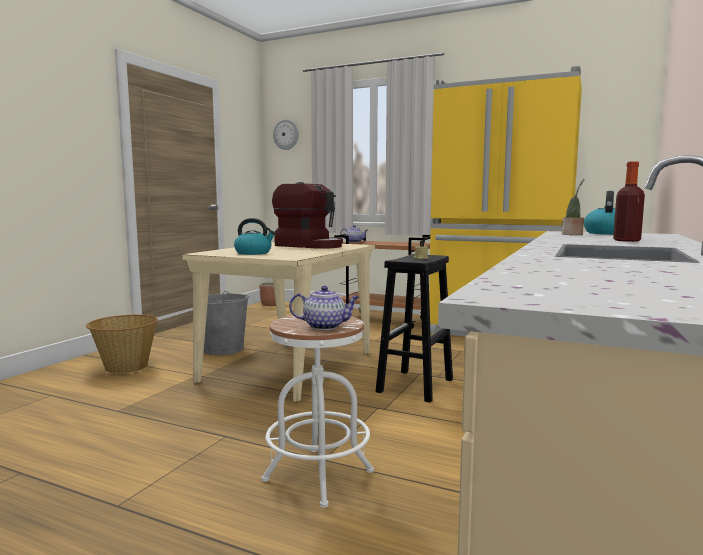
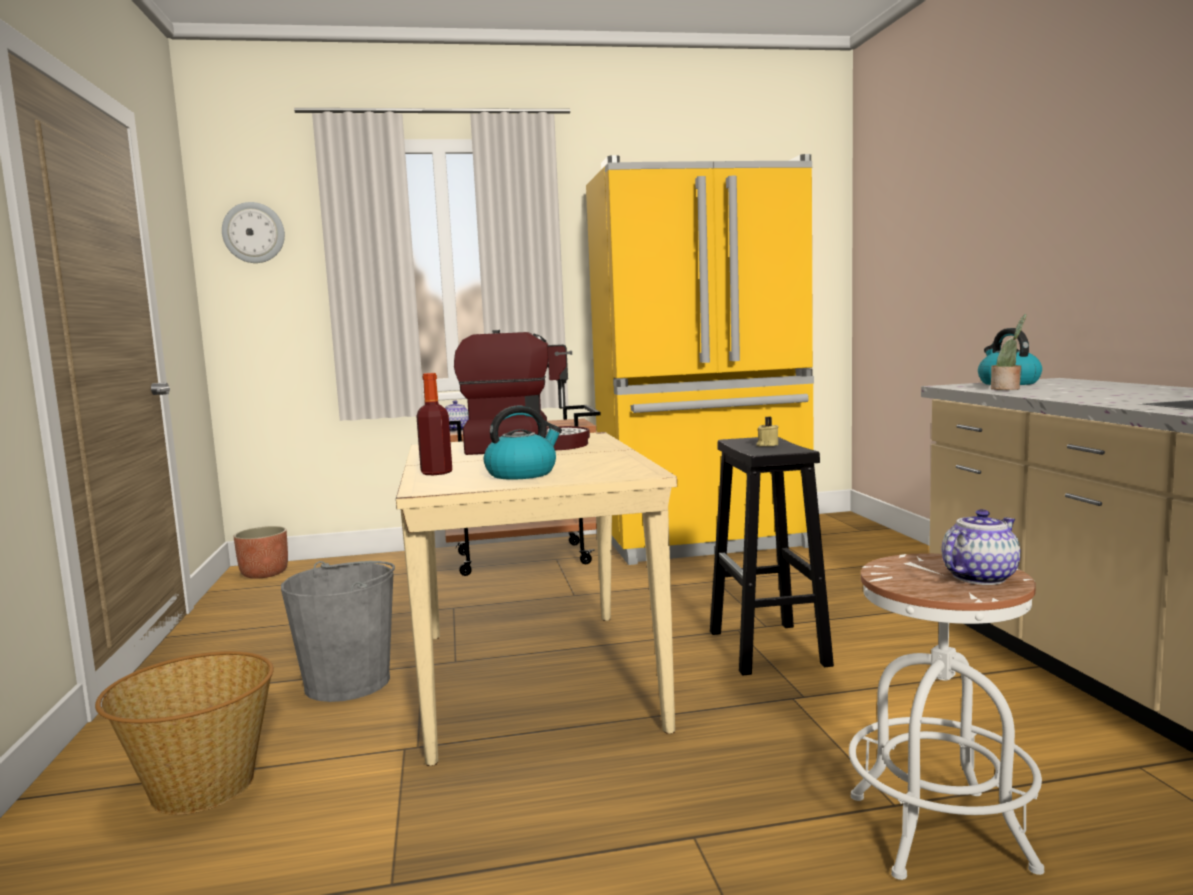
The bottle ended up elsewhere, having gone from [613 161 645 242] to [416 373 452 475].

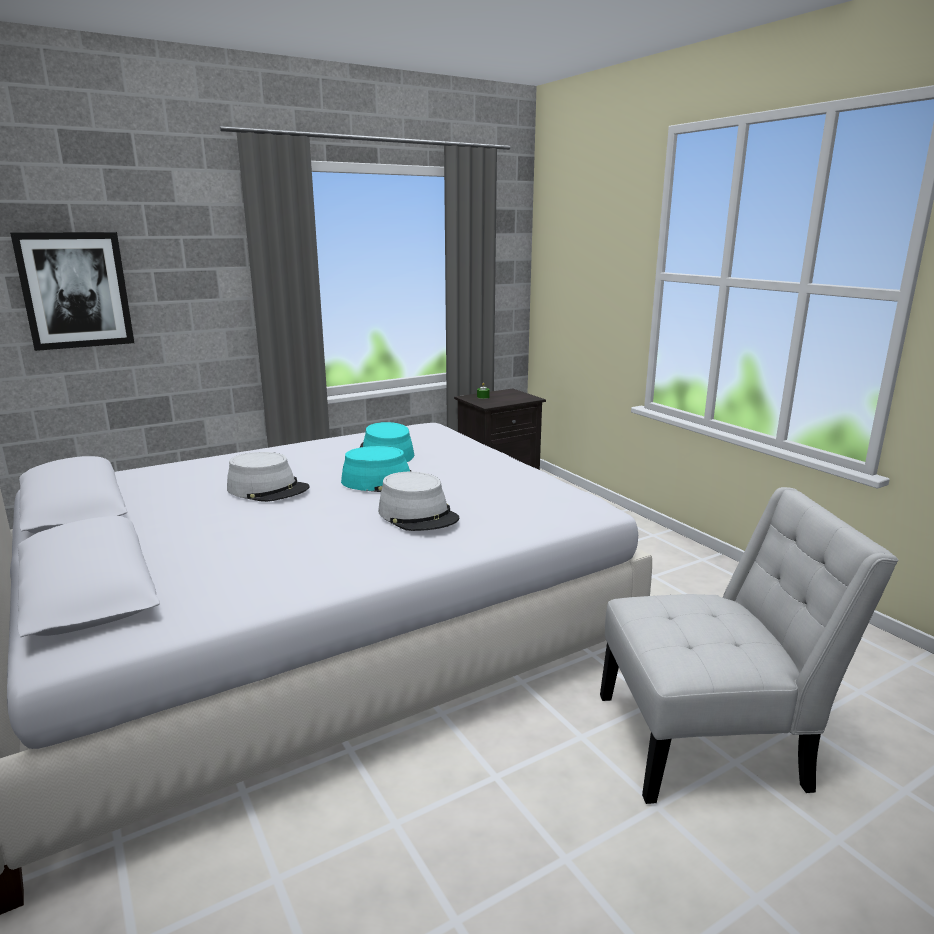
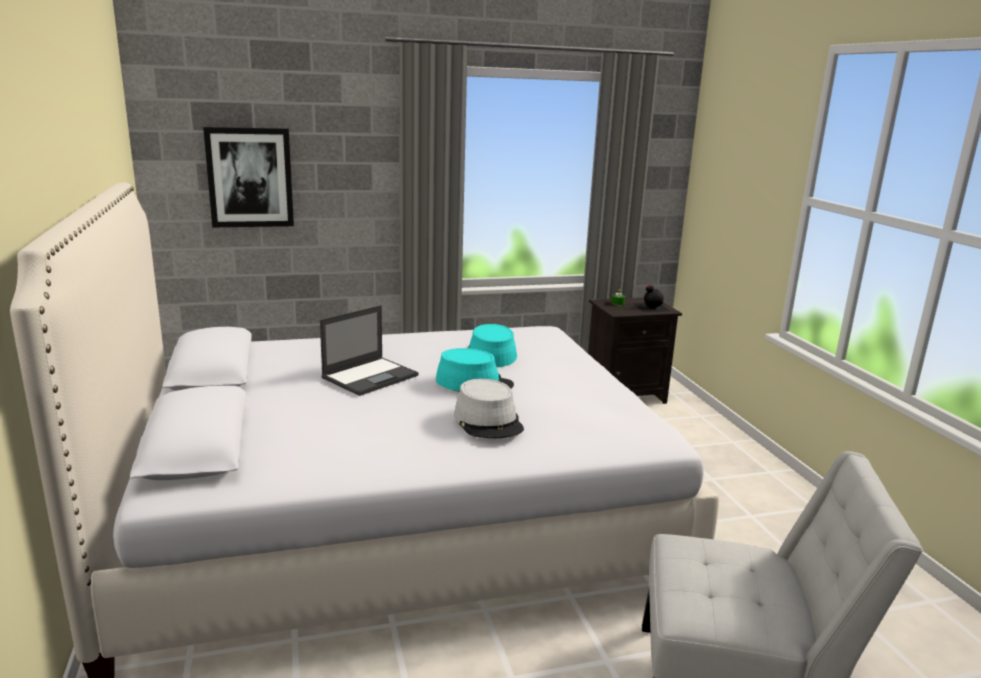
Where the grey hat stood at [227 452 310 502], the laptop came to stand at [320 305 419 396]. The second view gained the black bottle at [632 285 671 312].

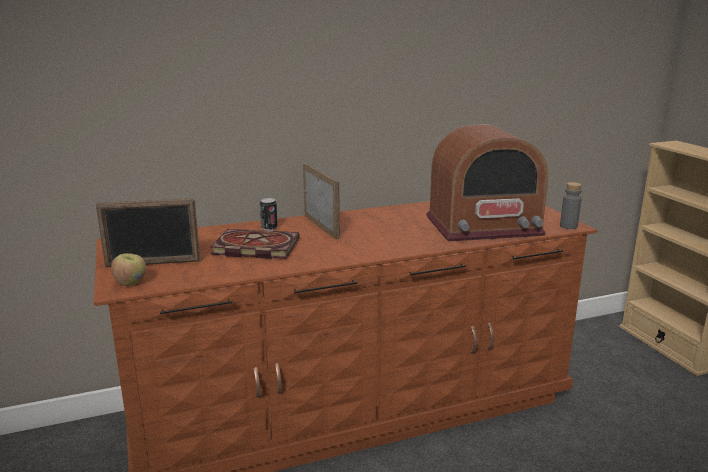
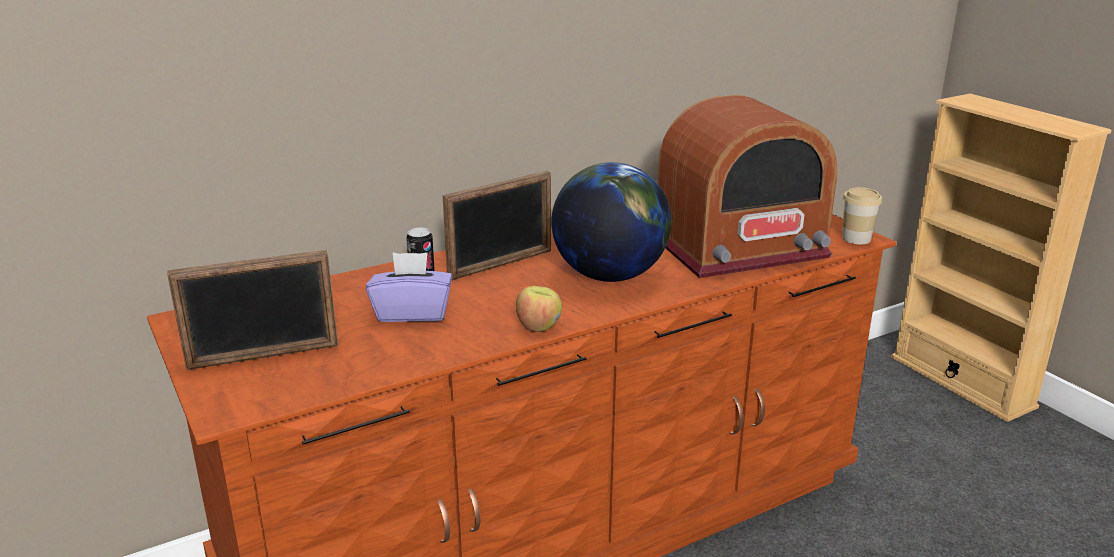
The apple ended up elsewhere, having gone from [111 253 146 286] to [516 286 562 332]. Where the book stood at [210 229 299 259], the purple tissue box came to stand at [366 252 452 322]. The picture frame at [303 163 340 239] ended up facing another way, 90 degrees clockwise from before. Where the grey bottle stood at [560 182 582 229], the cup came to stand at [842 187 882 244]. The second view gained the globe at [551 162 671 282].

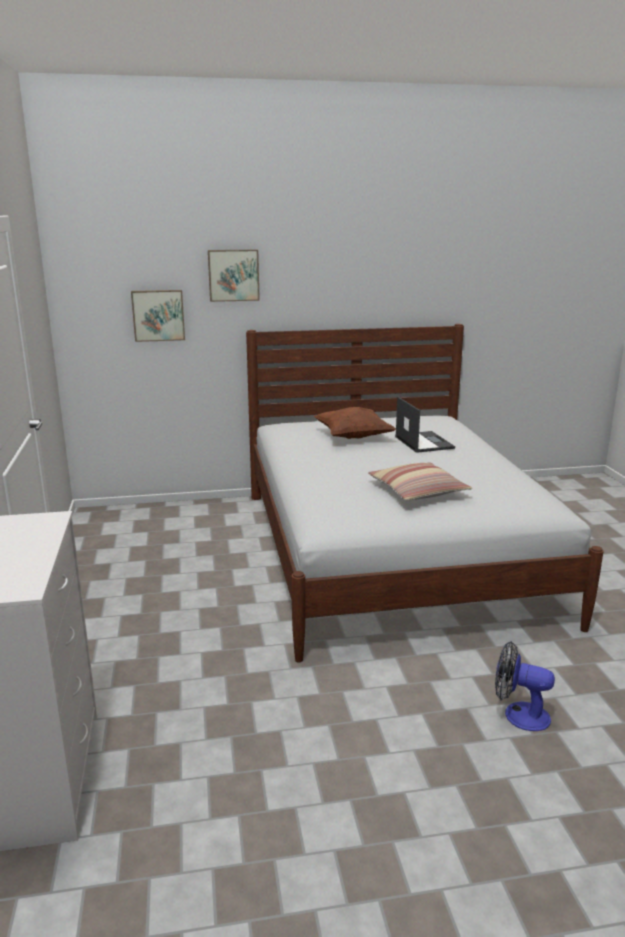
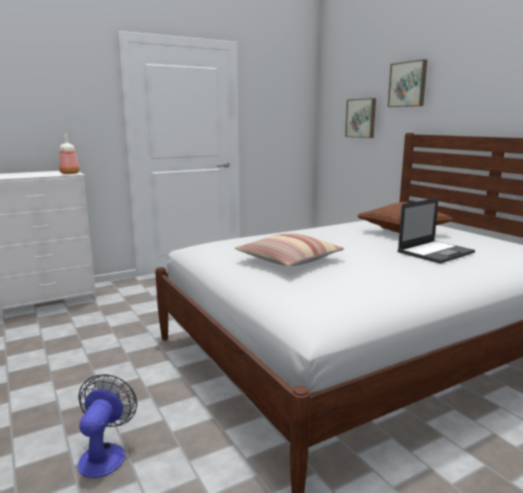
The second view gained the bottle at [59 134 80 174].

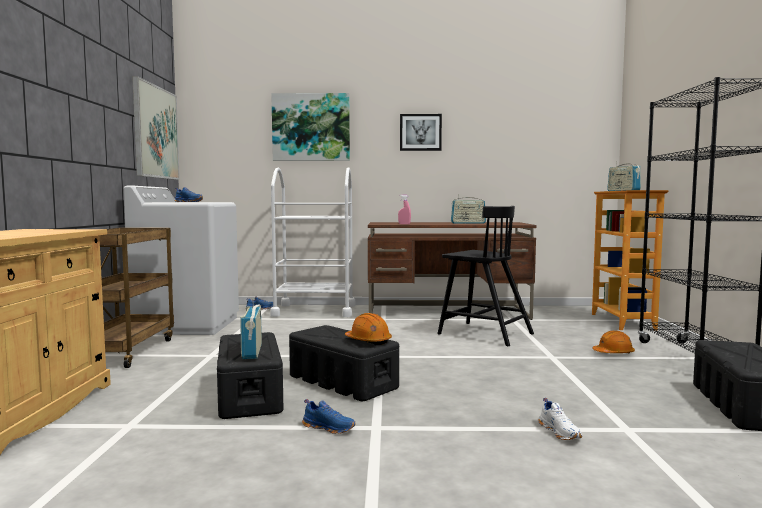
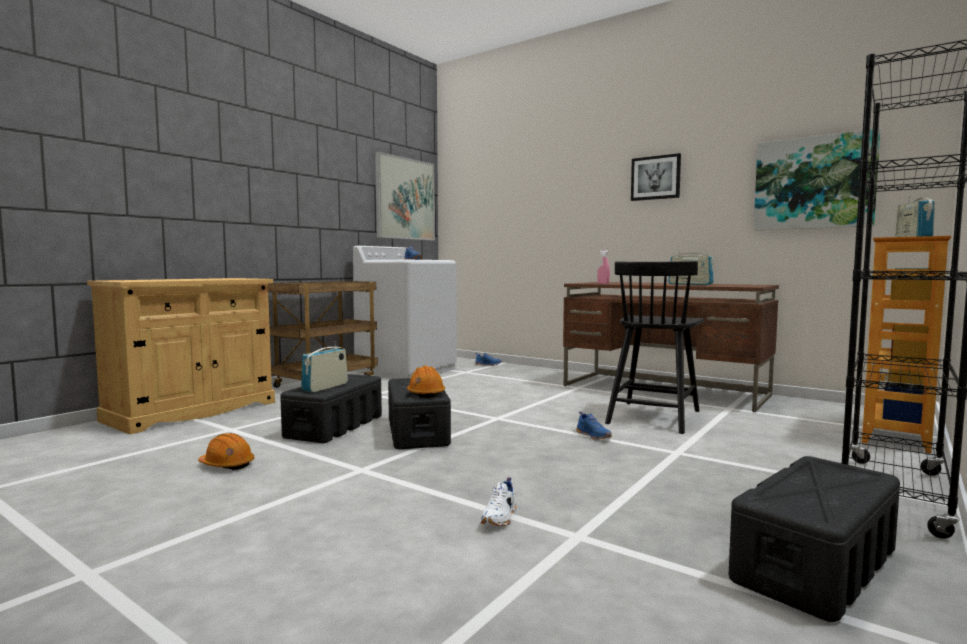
The second view lost the white cart at [270 167 355 317]. The picture ended up elsewhere, having gone from [271 93 350 161] to [754 129 881 230]. The blue shoe ended up elsewhere, having gone from [302 399 356 434] to [576 411 612 440]. The black chair at [437 206 534 346] ended up facing another way, 45 degrees clockwise from before. The orange hard hat ended up elsewhere, having gone from [592 331 635 354] to [198 433 254 470].

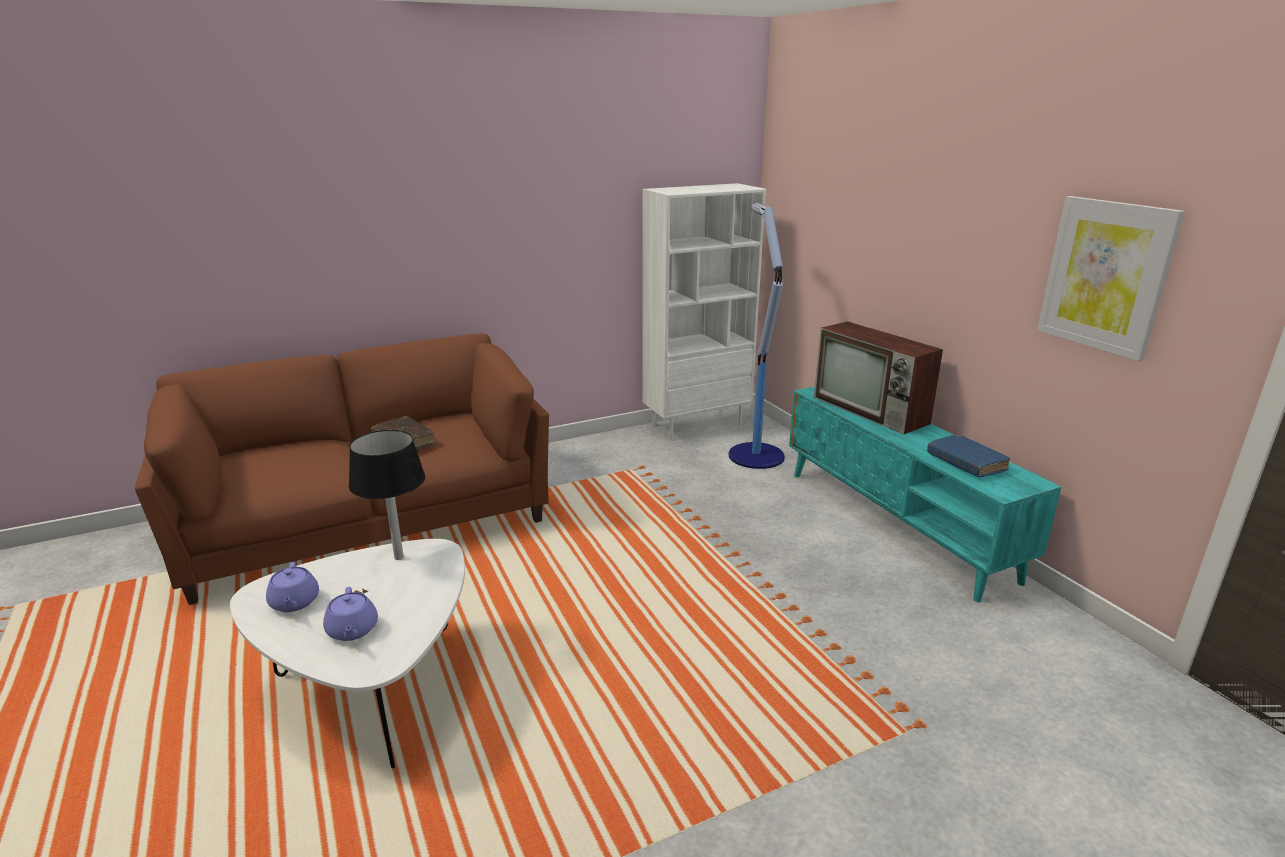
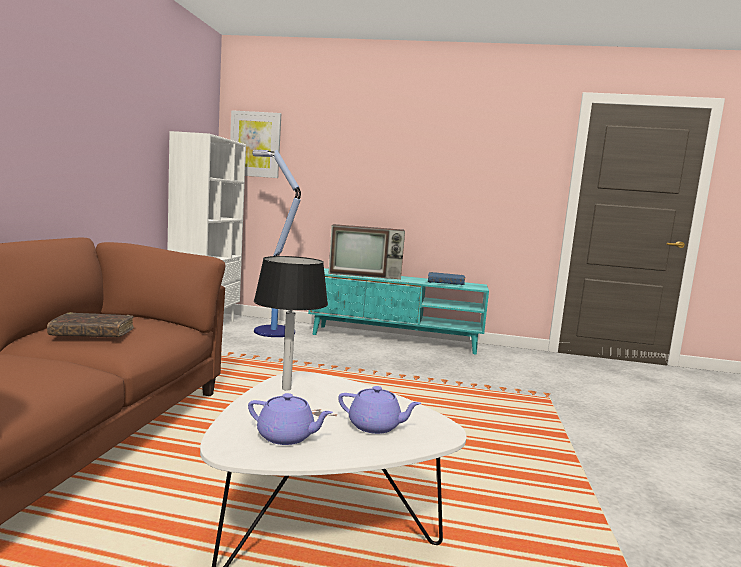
The picture ended up elsewhere, having gone from [1037 196 1185 361] to [230 110 281 178].

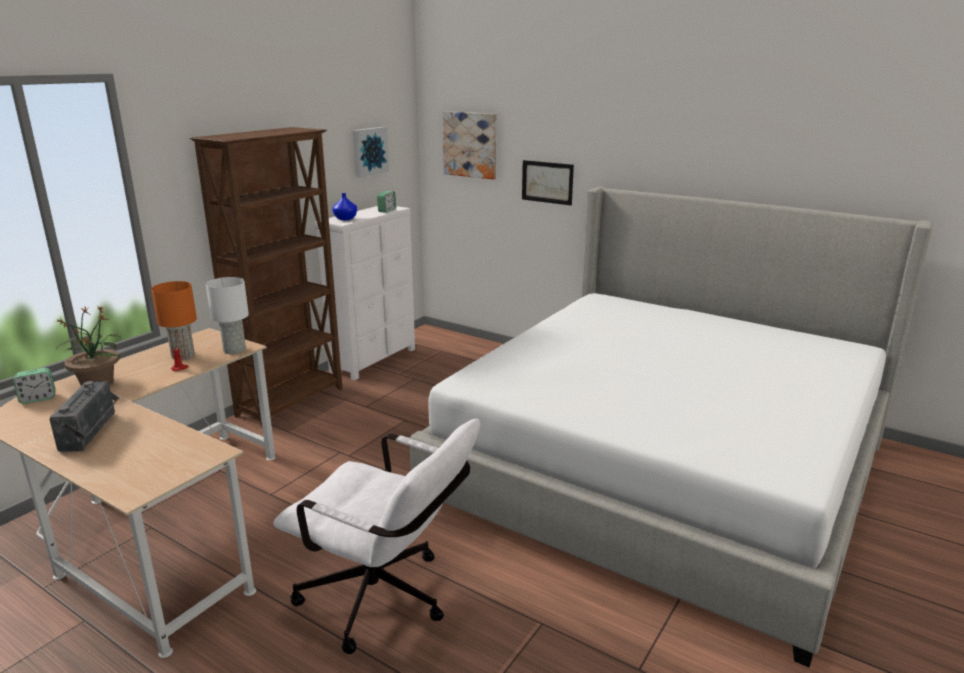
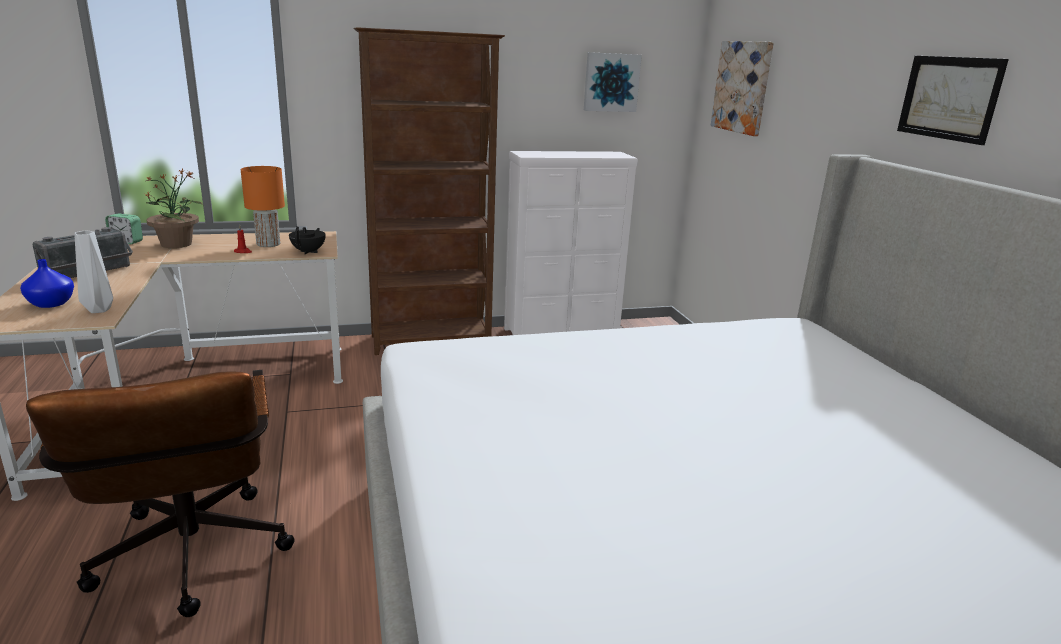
Where the white table lamp stood at [206 277 249 354], the black teapot came to stand at [289 226 326 254]. What was the white office chair at [273 419 480 654] turned into the brown office chair at [26 370 294 617]. The blue vase ended up elsewhere, having gone from [332 193 357 220] to [20 259 74 308]. The second view lost the alarm clock at [377 191 396 213]. The picture ended up elsewhere, having gone from [522 160 574 205] to [897 56 1009 145]. The second view gained the white vase at [74 230 113 313].

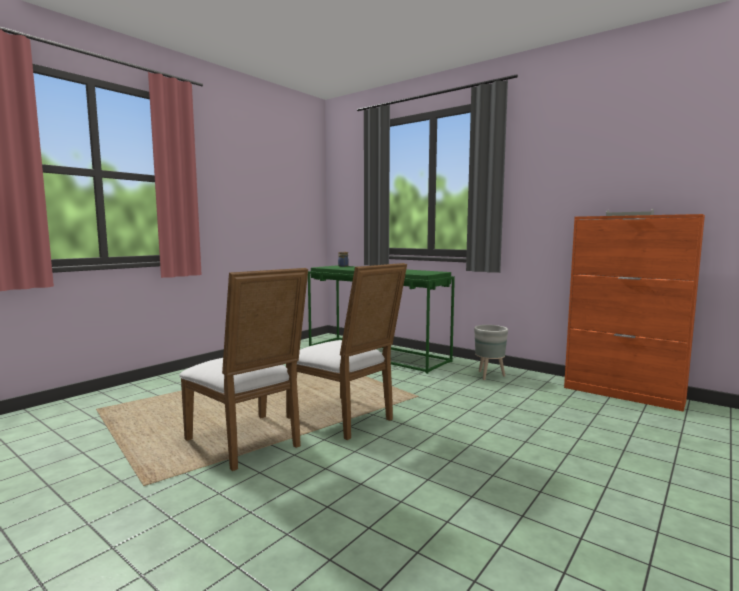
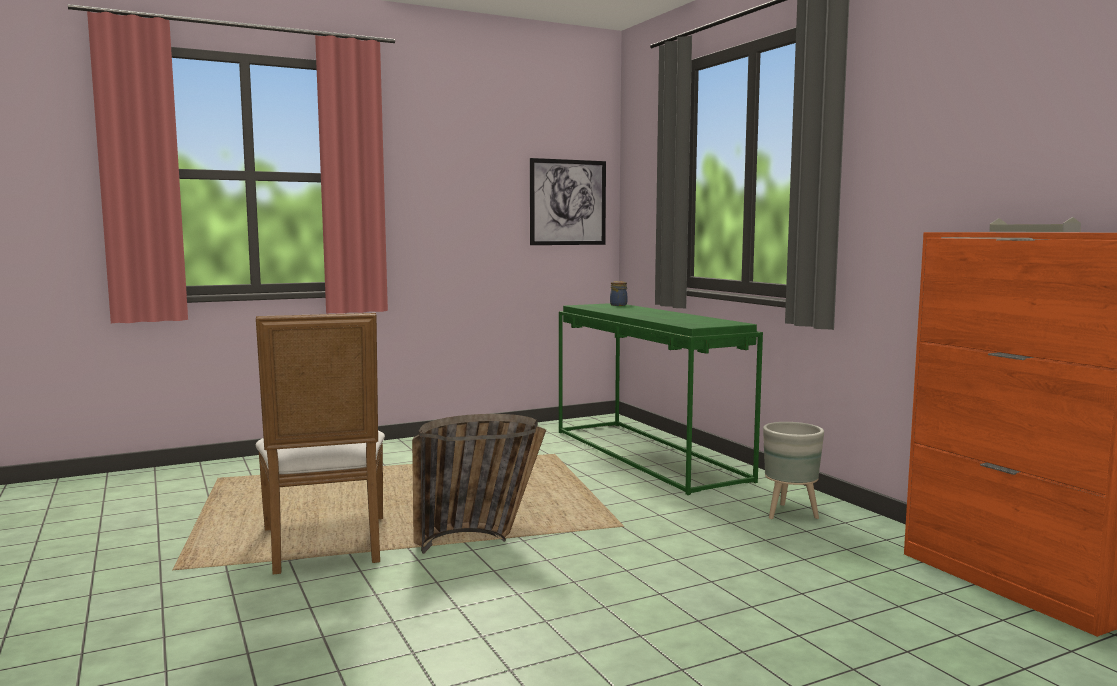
Where the white chair stood at [286 263 407 440], the basket came to stand at [412 414 546 554]. The second view gained the picture at [530 158 606 245].

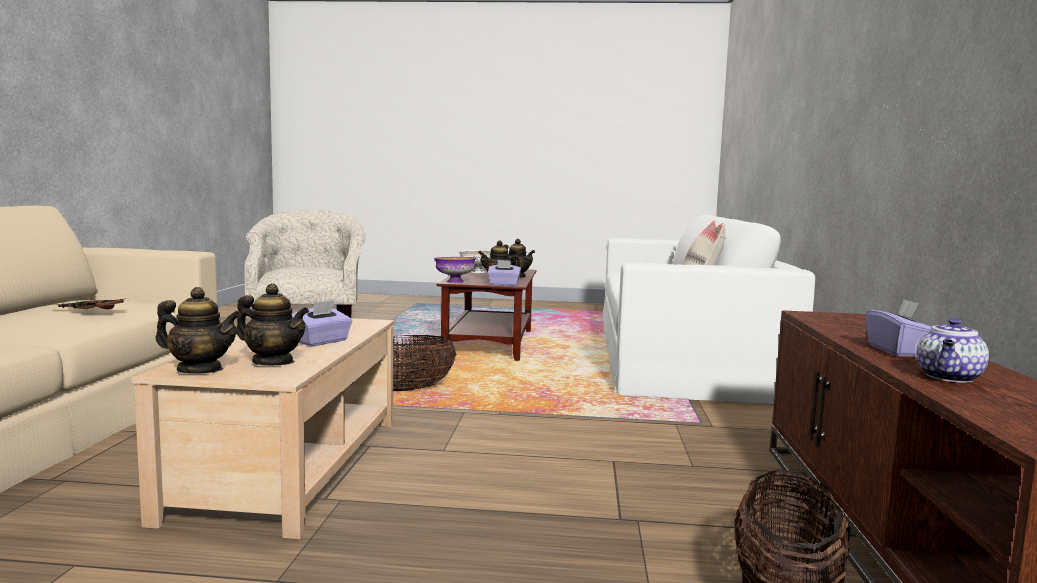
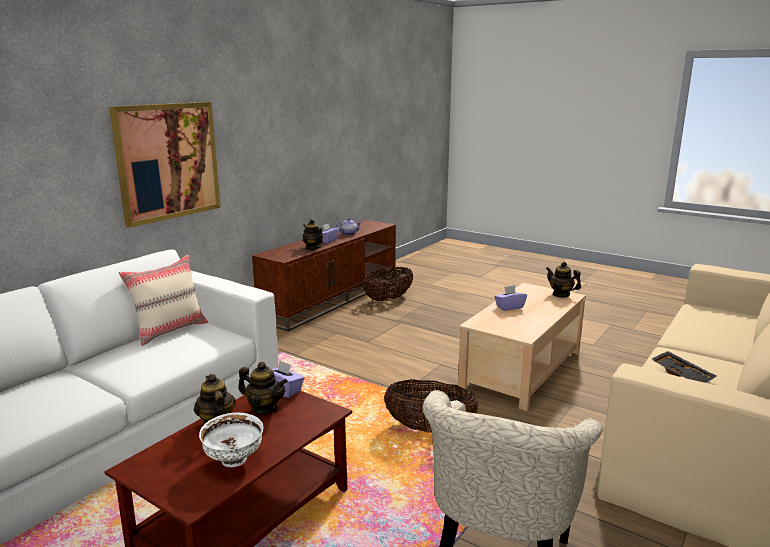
The teapot ended up elsewhere, having gone from [236 284 309 365] to [302 219 323 250]. The second view lost the purple bowl at [434 257 476 283]. The second view gained the picture at [109 102 221 228].

